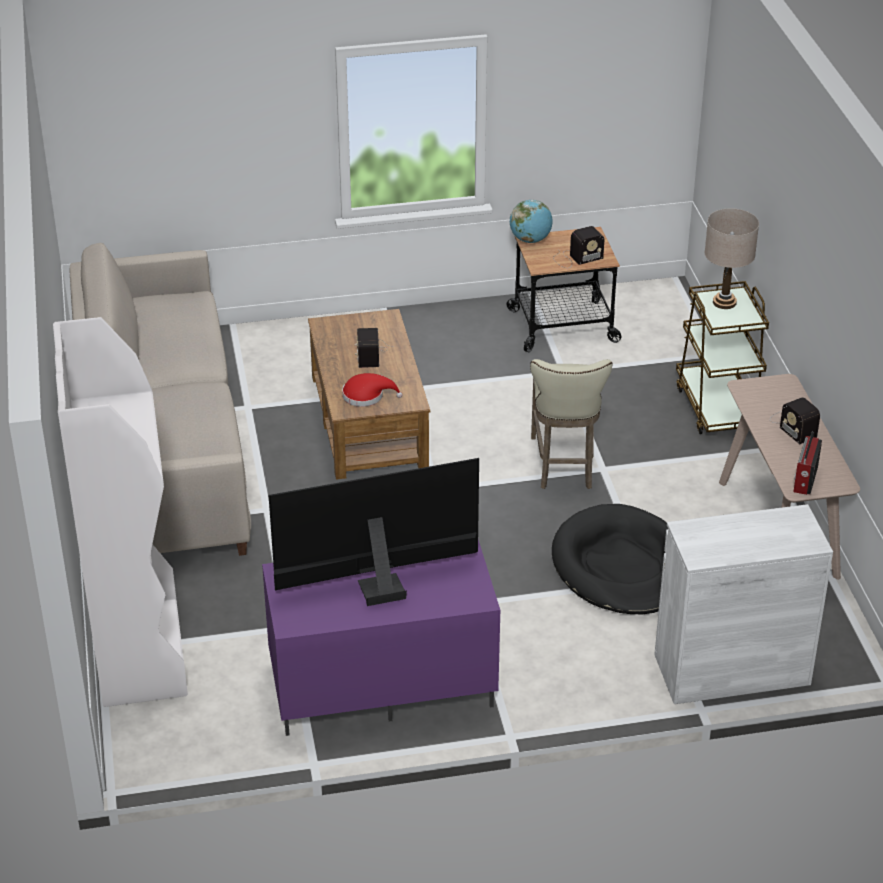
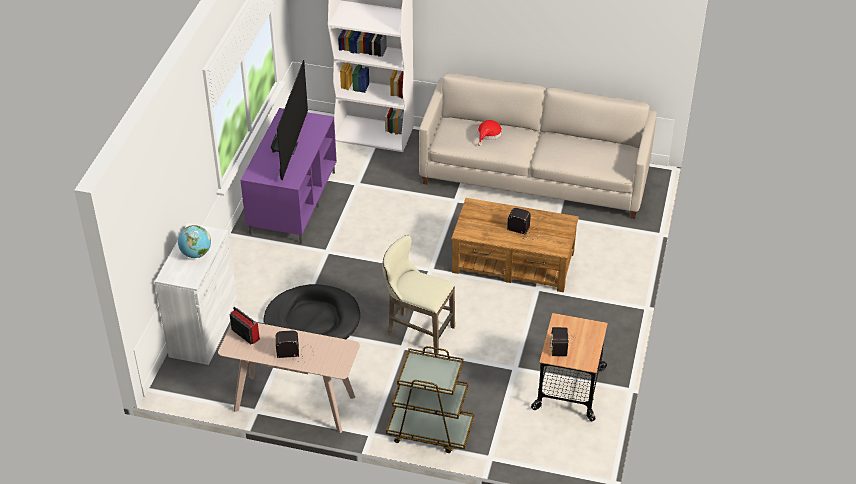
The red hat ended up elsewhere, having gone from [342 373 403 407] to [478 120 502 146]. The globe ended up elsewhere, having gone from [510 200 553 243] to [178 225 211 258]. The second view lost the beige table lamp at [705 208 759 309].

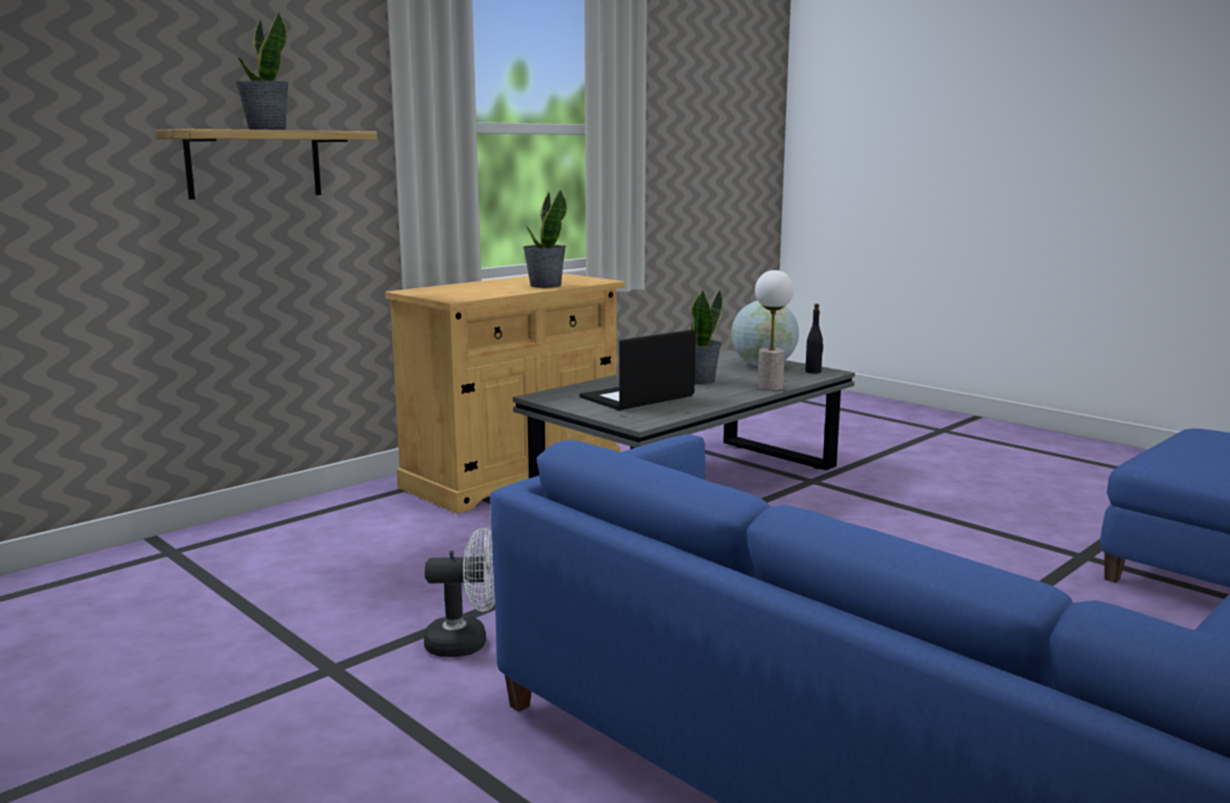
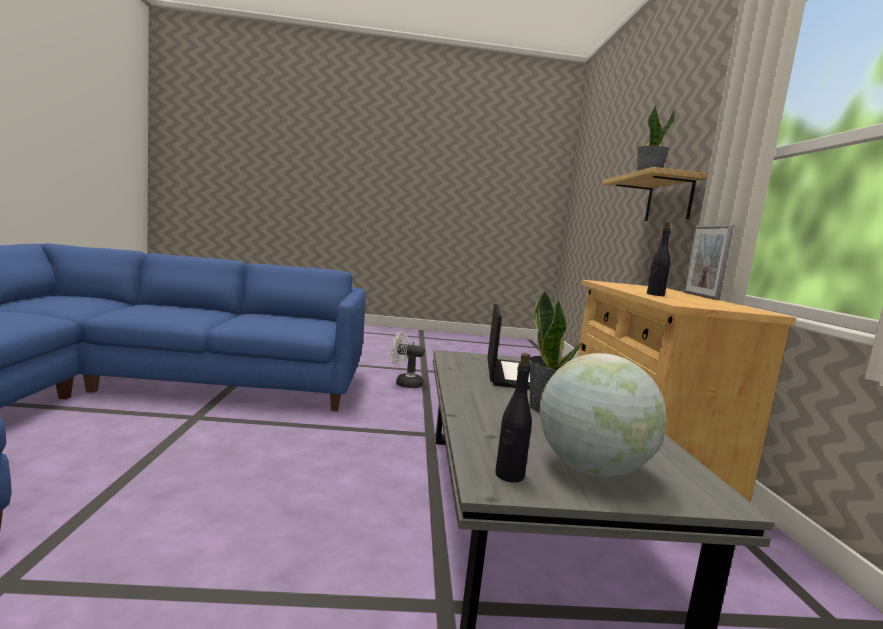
The white fan at [424 528 495 657] ended up facing another way, 60 degrees clockwise from before. Where the potted plant stood at [523 189 567 288], the black bottle came to stand at [647 222 671 296]. The second view lost the table lamp at [755 270 794 391]. The second view gained the picture frame at [683 225 734 300].

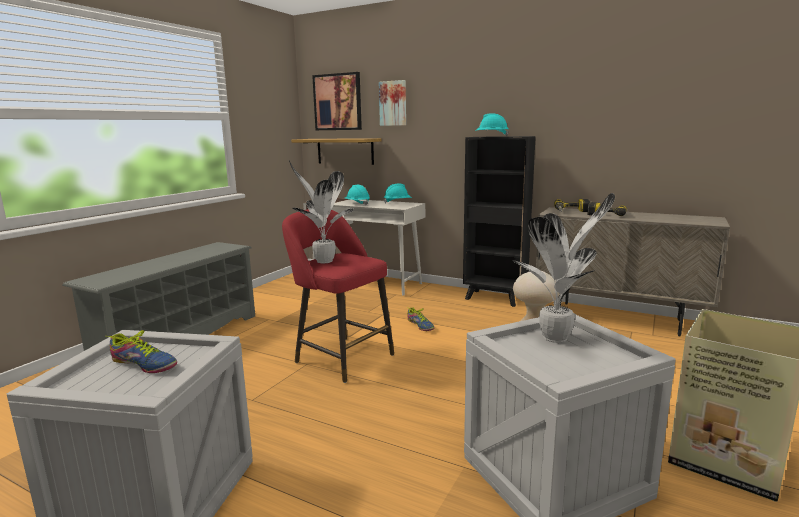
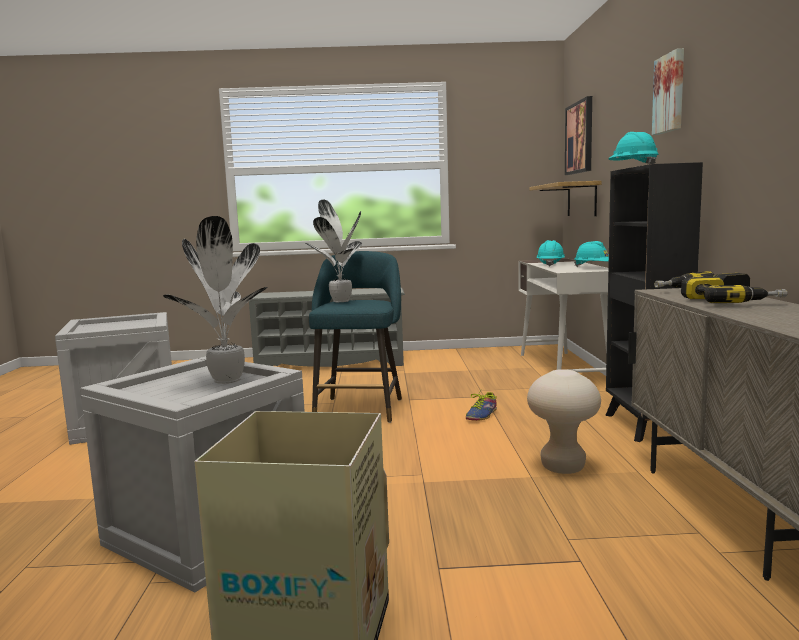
The second view lost the shoe at [107 330 177 373]. What was the red stool at [282 210 394 383] turned into the turquoise stool at [309 251 402 423]. The picture ended up elsewhere, having gone from [379 80 406 126] to [652 48 684 135].

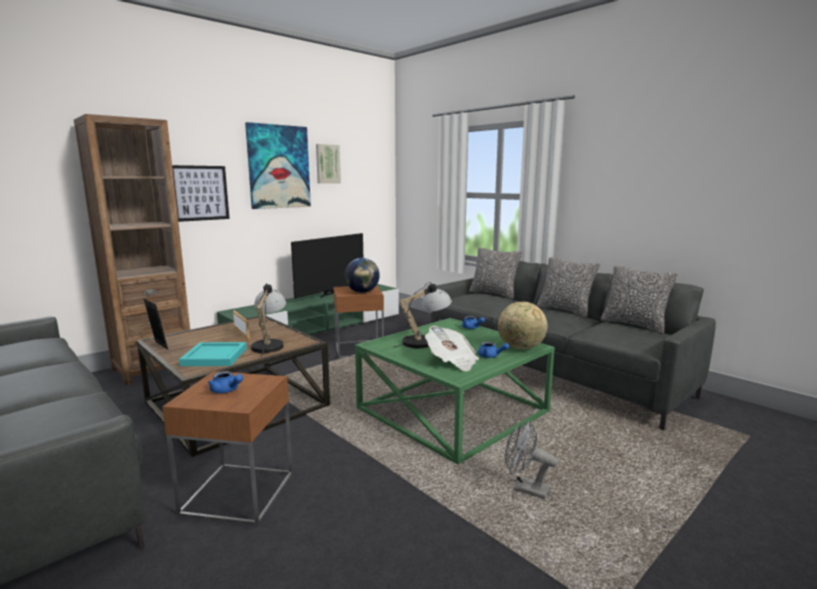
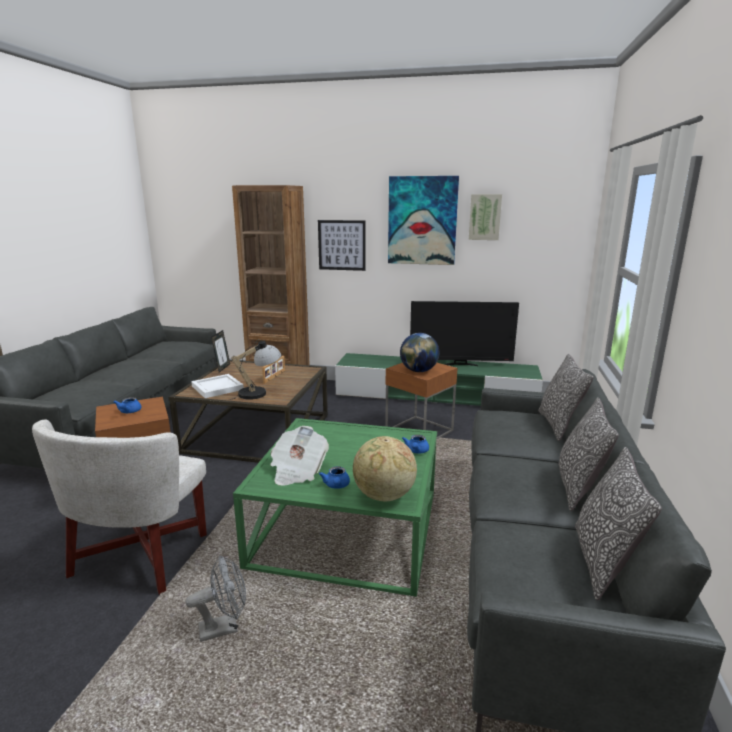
What was the turquoise tray at [179 342 247 366] turned into the white tray at [191 374 244 398]. The second view lost the table lamp at [395 282 452 348]. The grey fan at [505 421 558 499] ended up facing another way, 75 degrees clockwise from before. The second view gained the white armchair at [32 420 207 595].

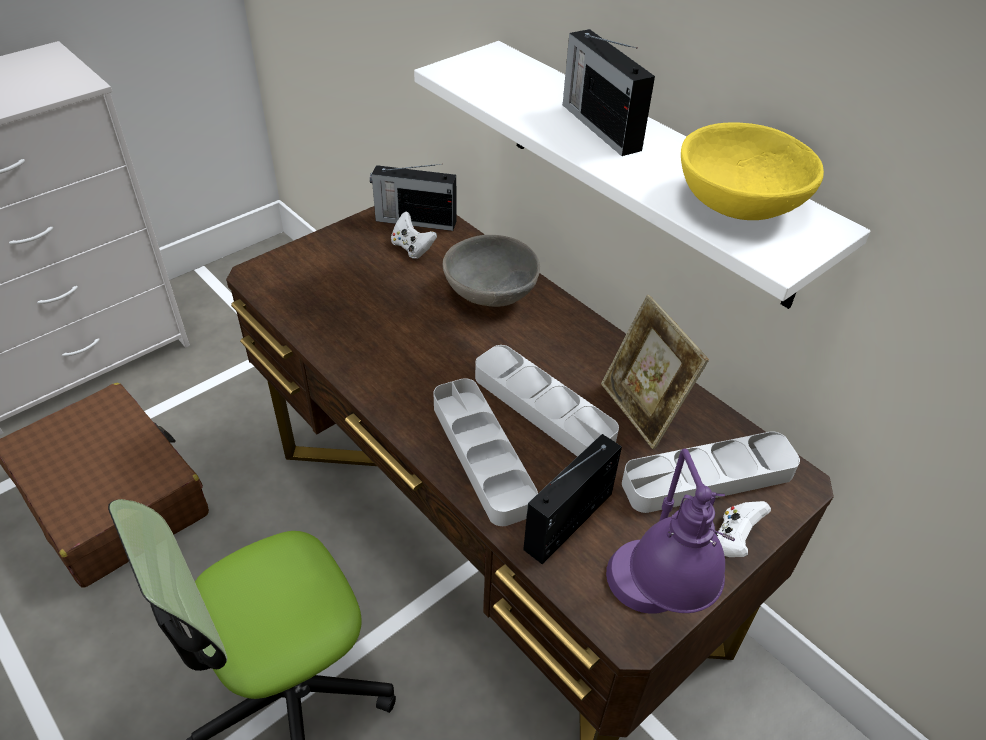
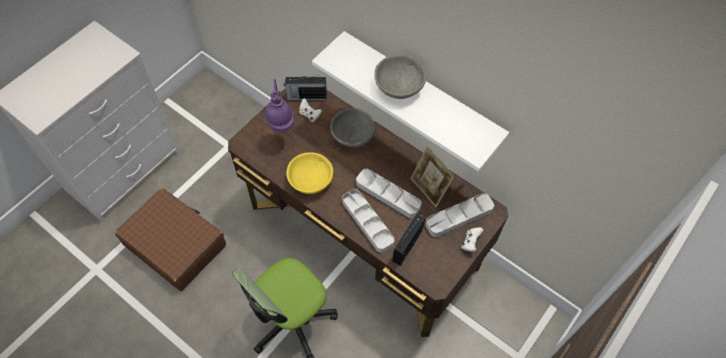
Where the radio stood at [563 29 655 156], the grey bowl came to stand at [374 55 426 99]. The purple table lamp ended up elsewhere, having gone from [606 449 735 614] to [265 79 295 132]. The yellow bowl ended up elsewhere, having gone from [681 122 824 220] to [287 152 333 194].

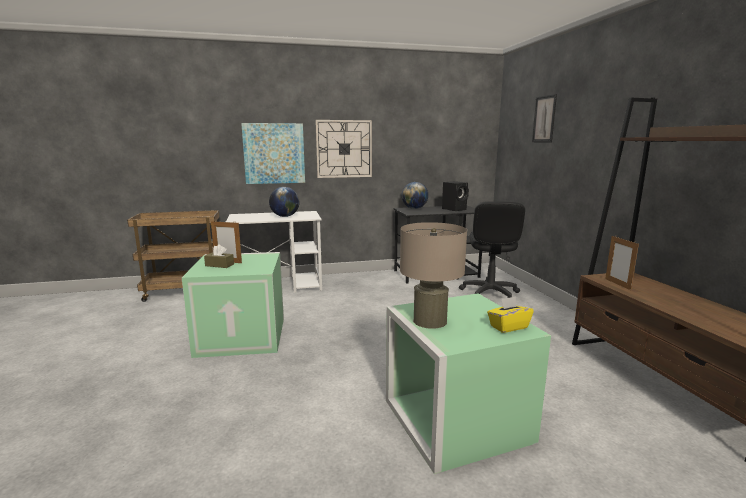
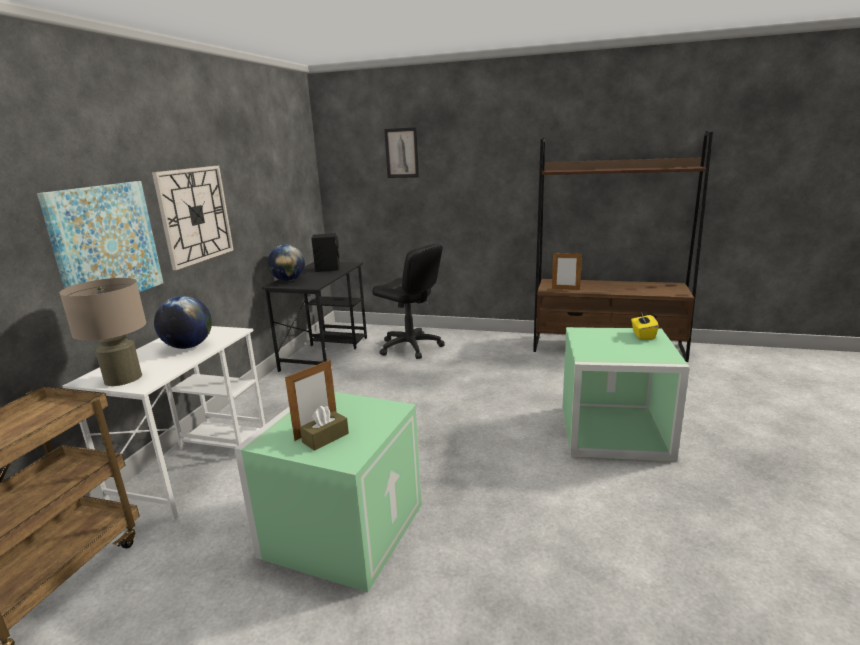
The beige table lamp ended up elsewhere, having gone from [400 222 467 329] to [59 278 146 386].

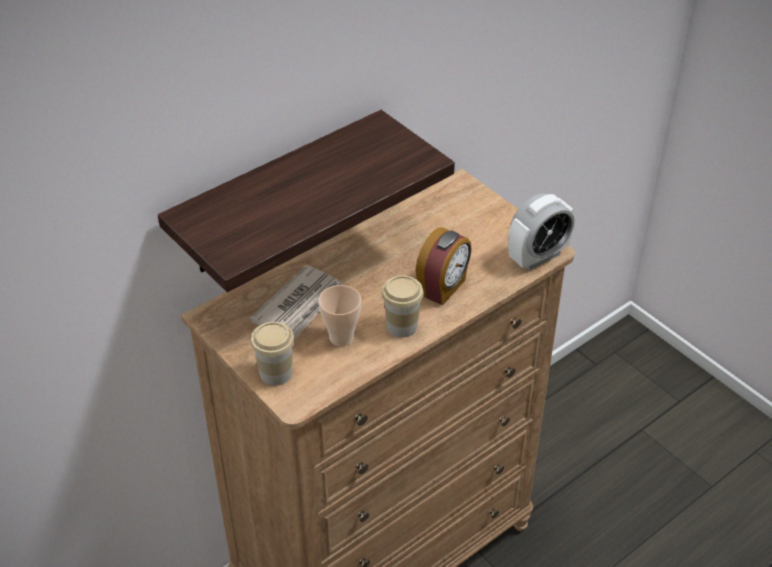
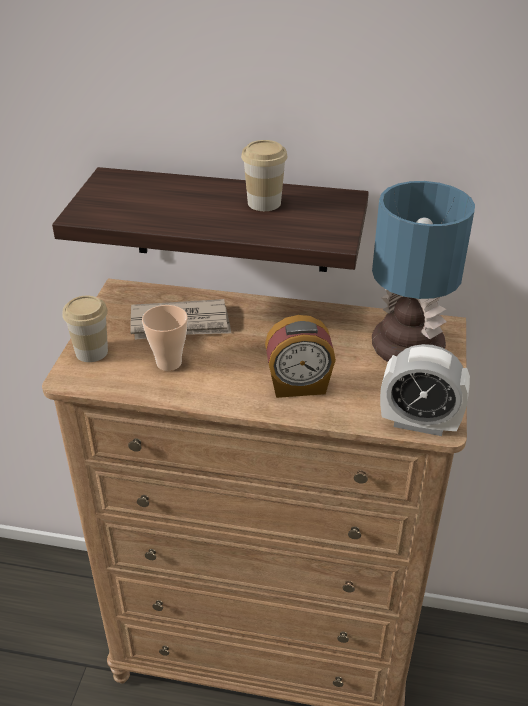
The cup ended up elsewhere, having gone from [381 275 424 337] to [241 140 288 211]. The second view gained the table lamp at [372 181 475 362].

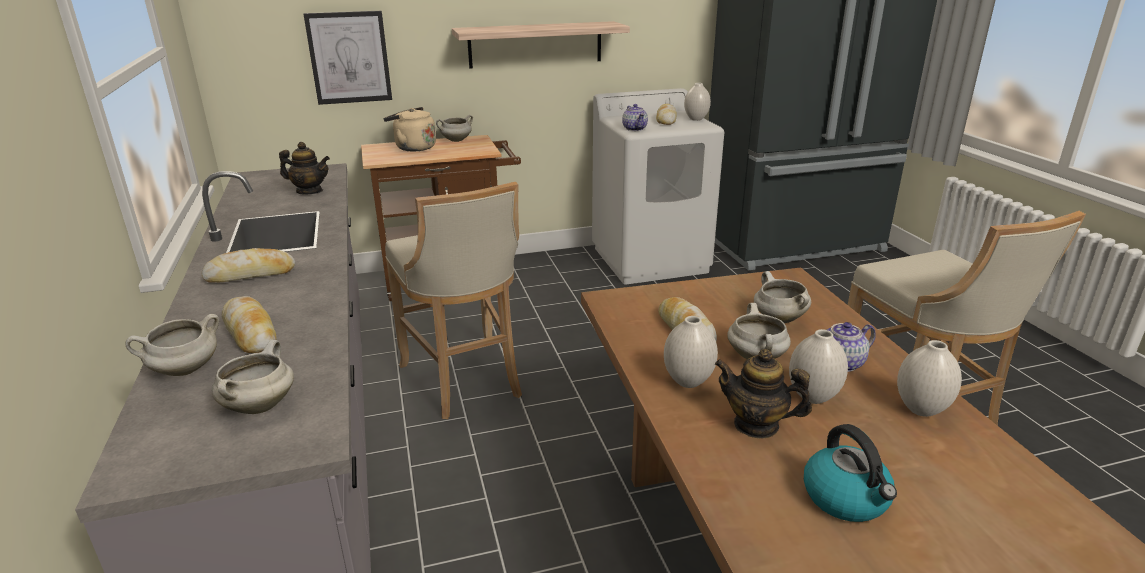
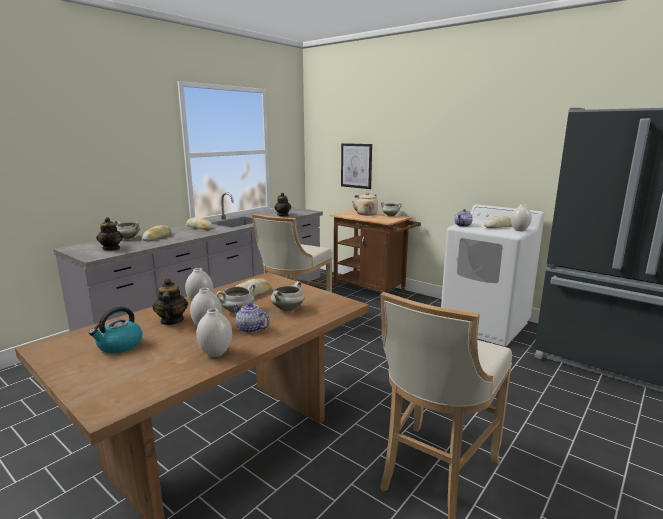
Where the white cooking pot stood at [212 340 294 414], the teapot came to stand at [96 217 123 250]. The second view lost the shelf at [452 21 630 68].

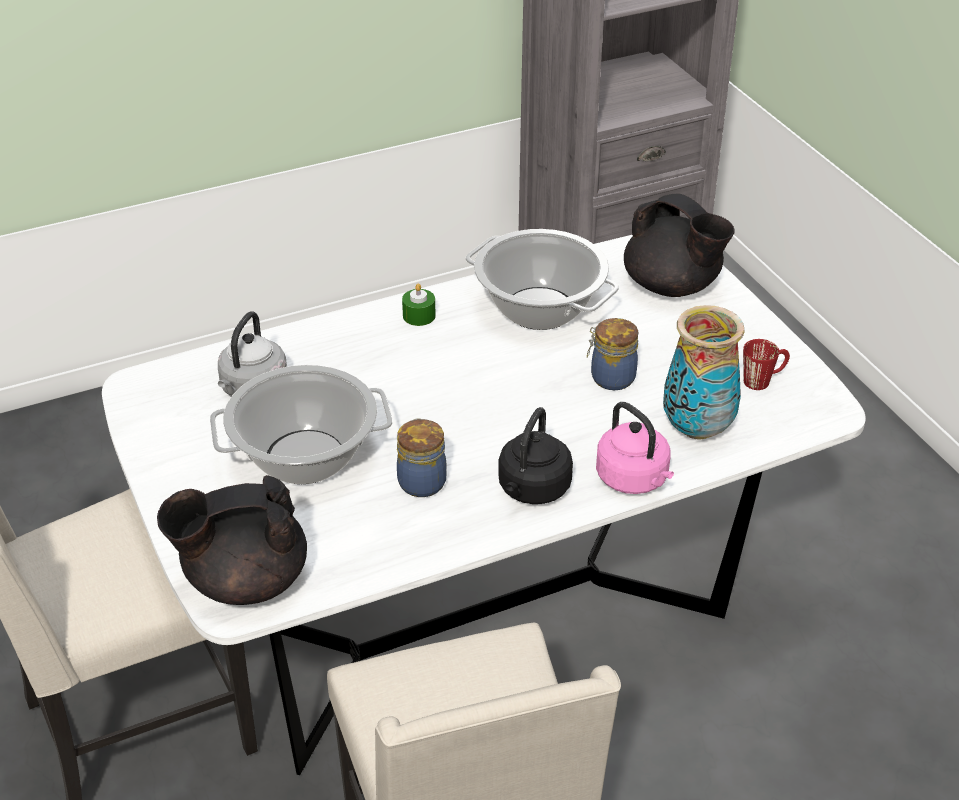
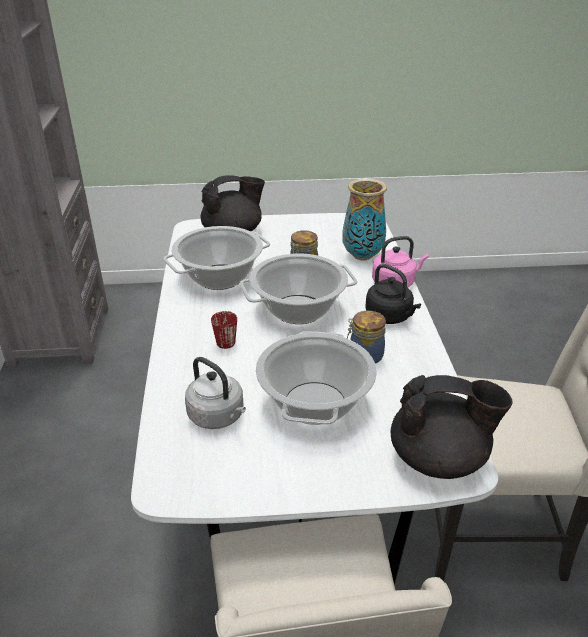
The black teapot at [157 475 307 605] ended up facing another way, 90 degrees counterclockwise from before. The second view lost the green candle at [402 283 436 326]. The red mug ended up elsewhere, having gone from [743 339 790 390] to [211 311 237 349]. The second view gained the cooking pot at [240 253 357 324].

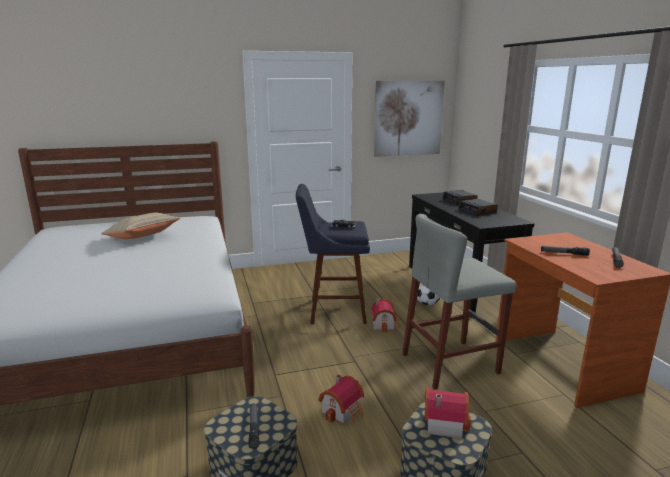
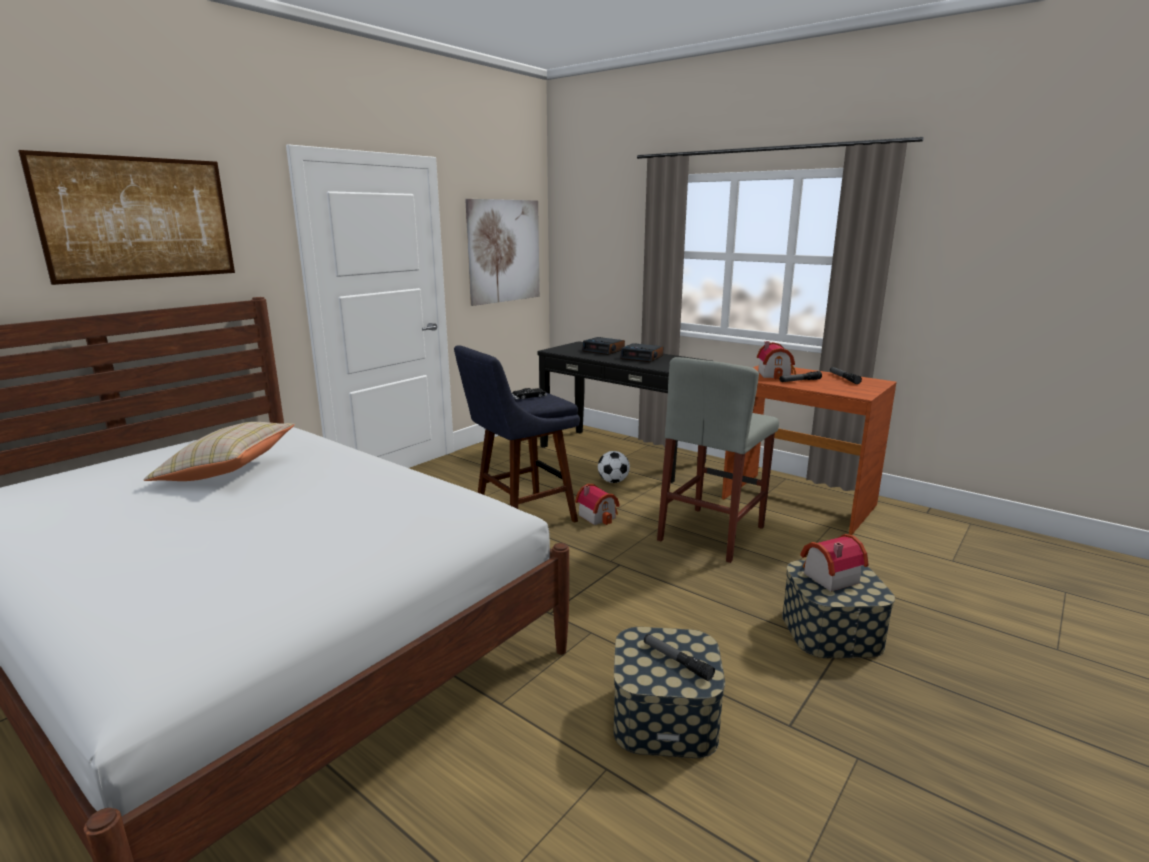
The toy house ended up elsewhere, having gone from [318 374 364 424] to [757 341 797 379]. The second view gained the picture at [18 150 235 285].

